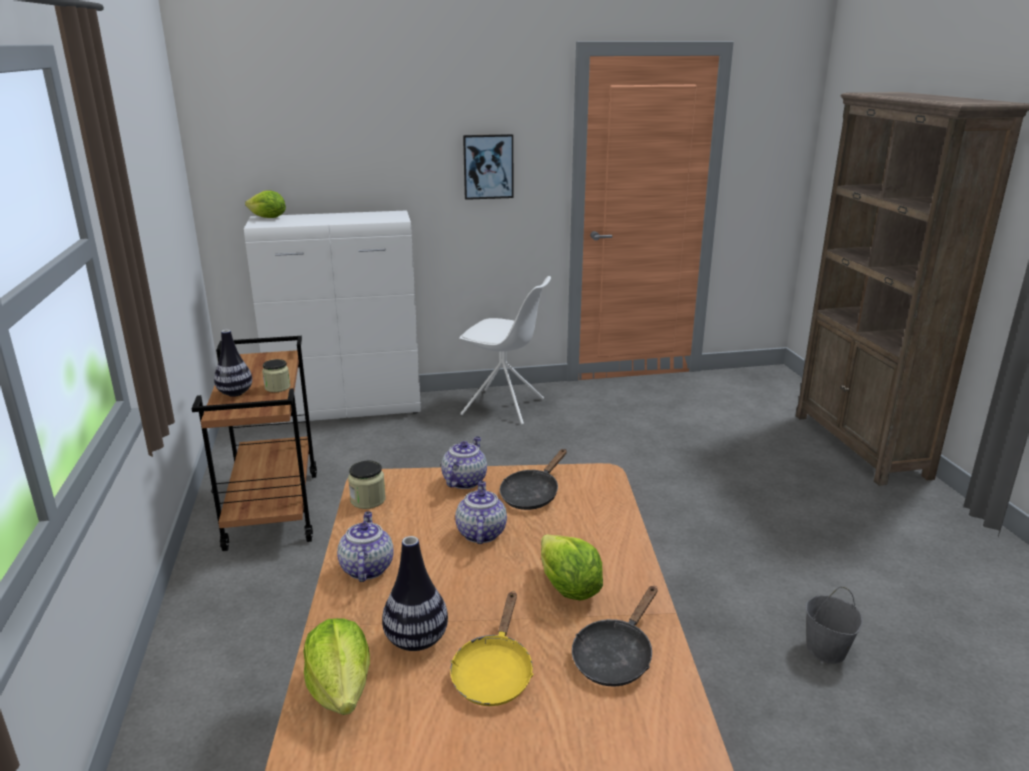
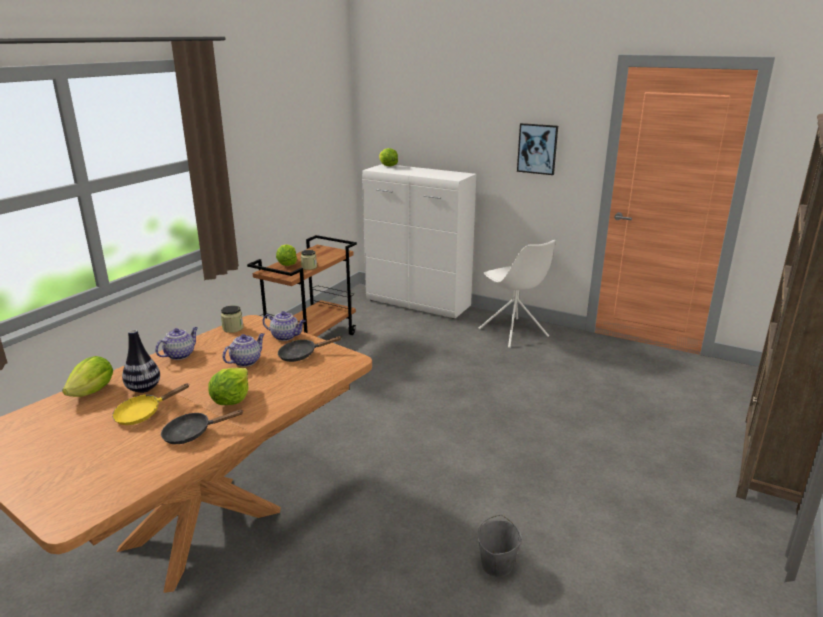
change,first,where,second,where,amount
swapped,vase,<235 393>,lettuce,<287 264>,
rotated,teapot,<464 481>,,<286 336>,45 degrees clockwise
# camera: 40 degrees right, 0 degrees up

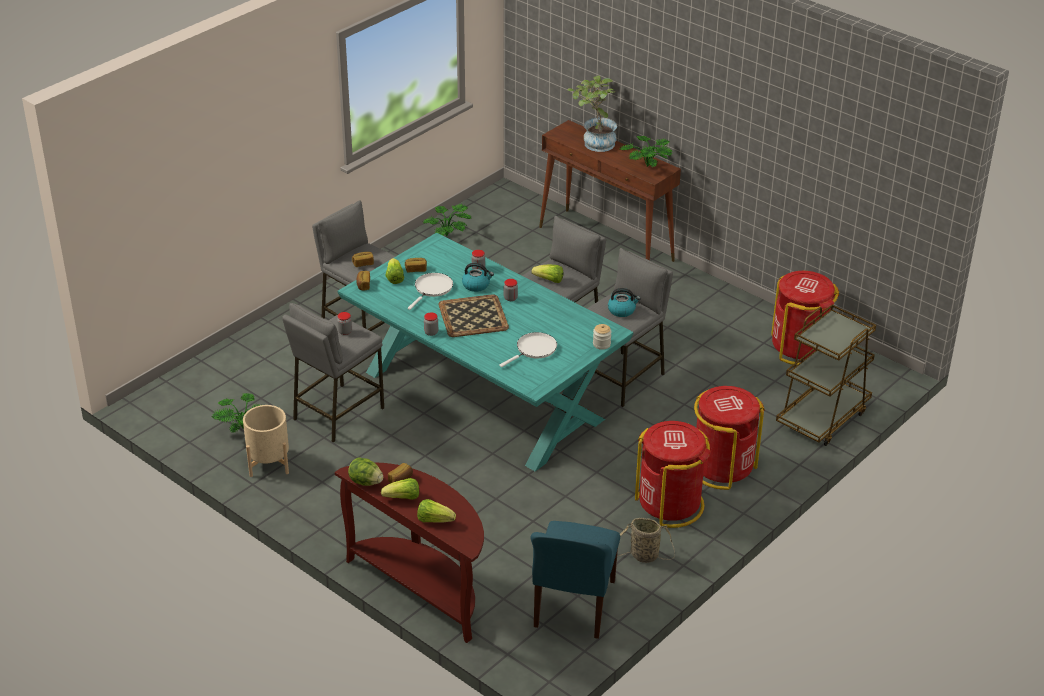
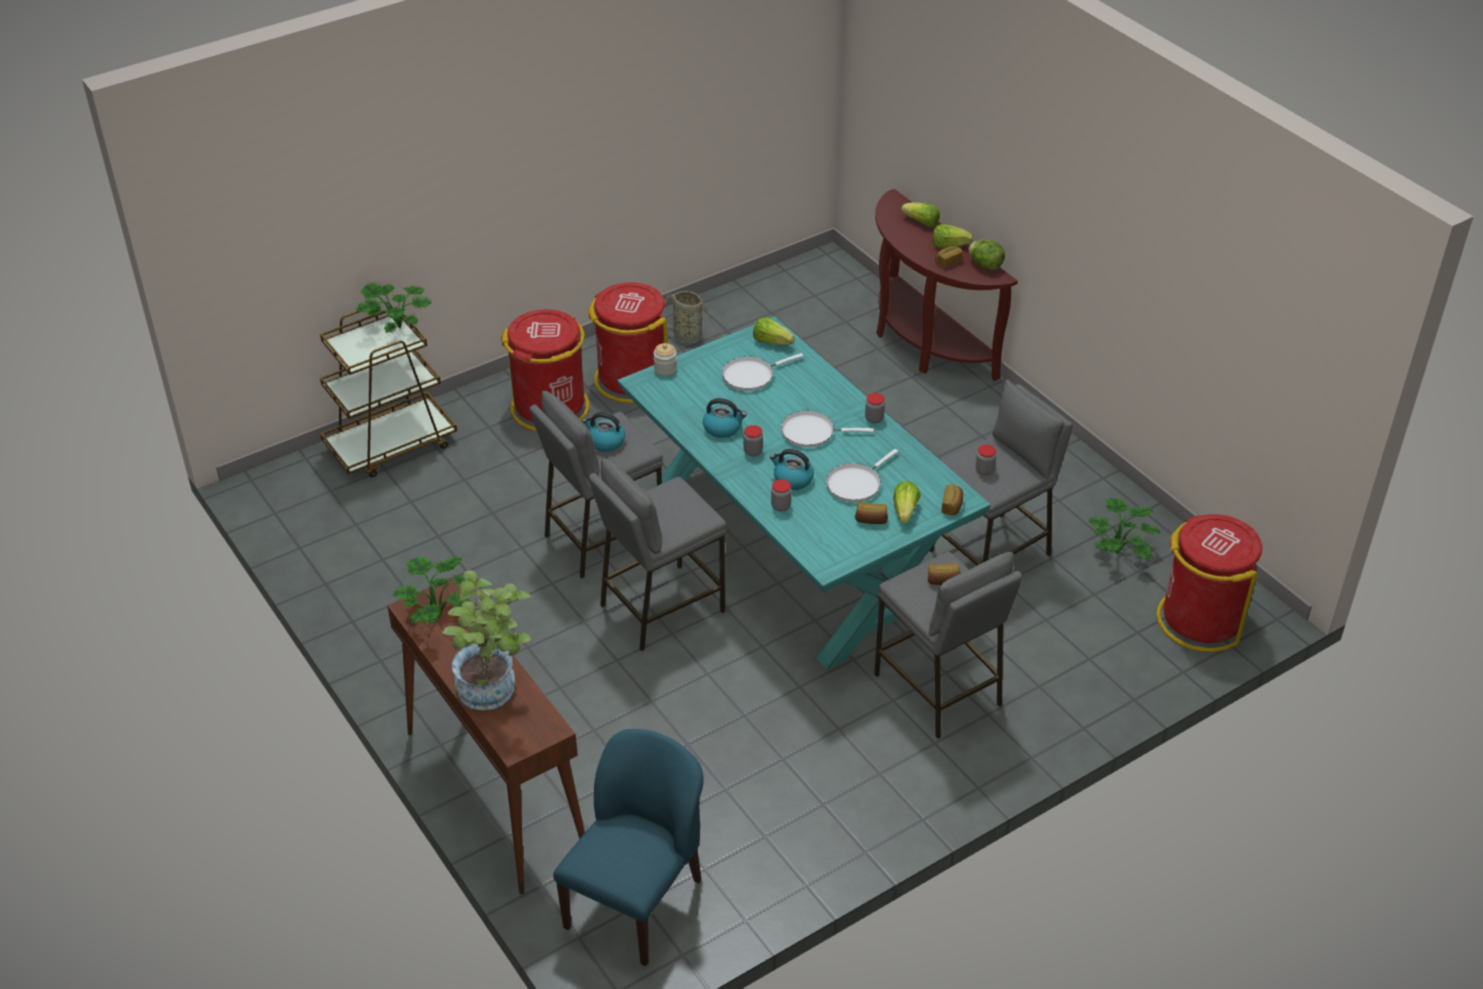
change,first,where,second,where,amount
gone,beige planter,<269 462>,,,
shifted,potted plant,<449 236>,,<396 326>,
swapped,tray,<474 316>,white frying pan,<811 432>,
shifted,lettuce,<549 280>,,<771 342>,
shifted,blue chair,<573 605>,,<635 902>,
shifted,red trash can,<799 347>,,<1200 620>,
new,,,kettle,<723 428>,
# camera: 165 degrees left, 5 degrees up

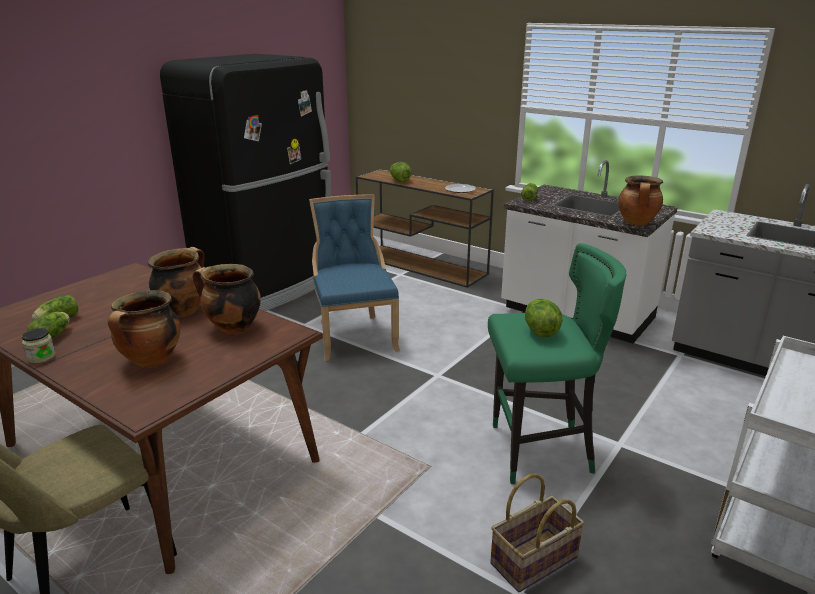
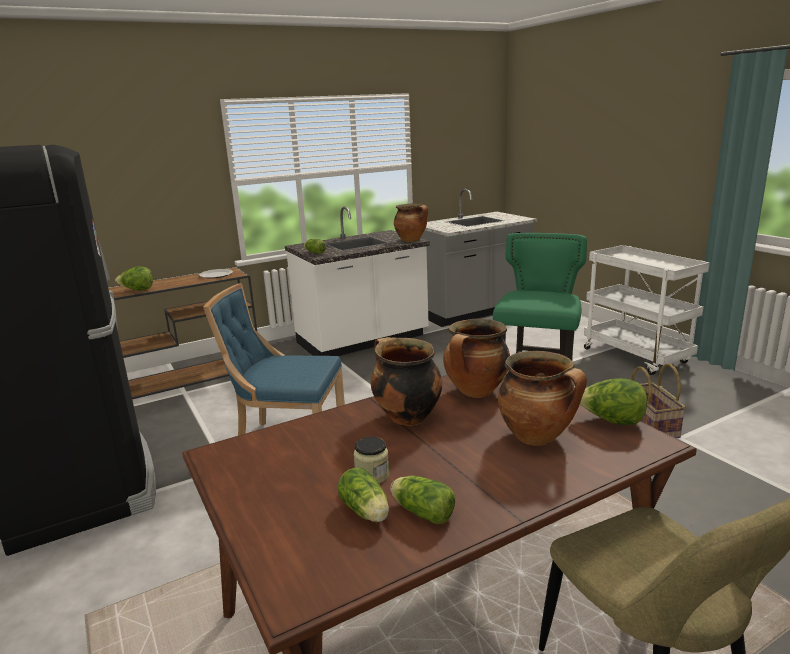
change,first,where,second,where,amount
shifted,jar,<41 357>,,<372 475>,
shifted,lettuce,<540 331>,,<611 421>,
# camera: 65 degrees left, 5 degrees down

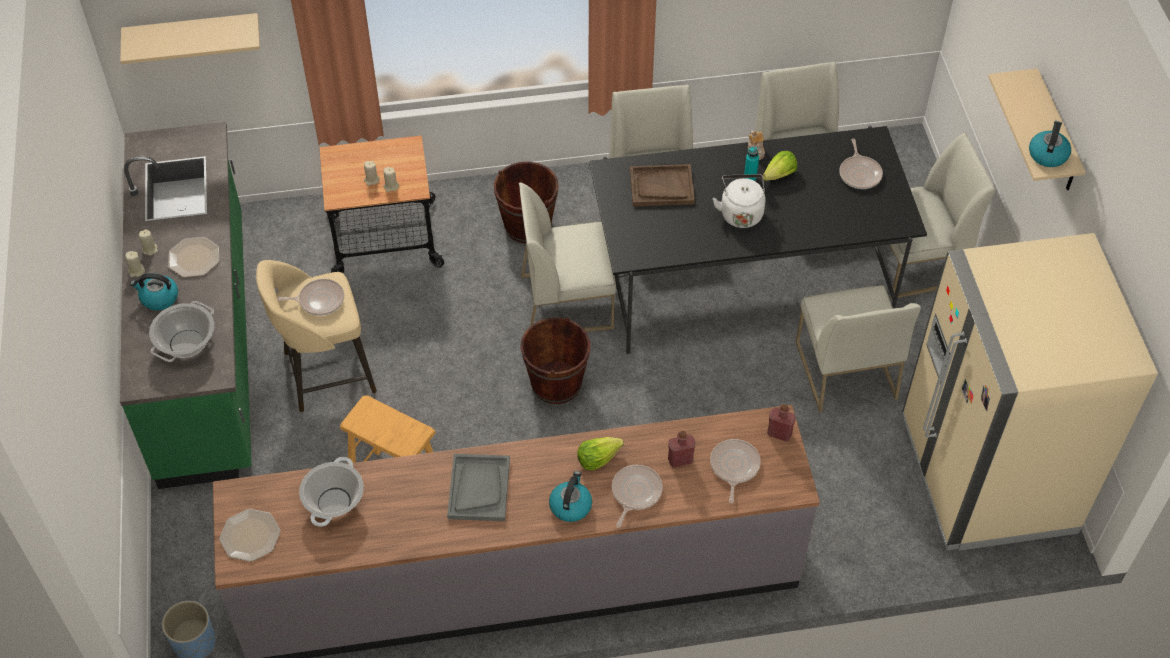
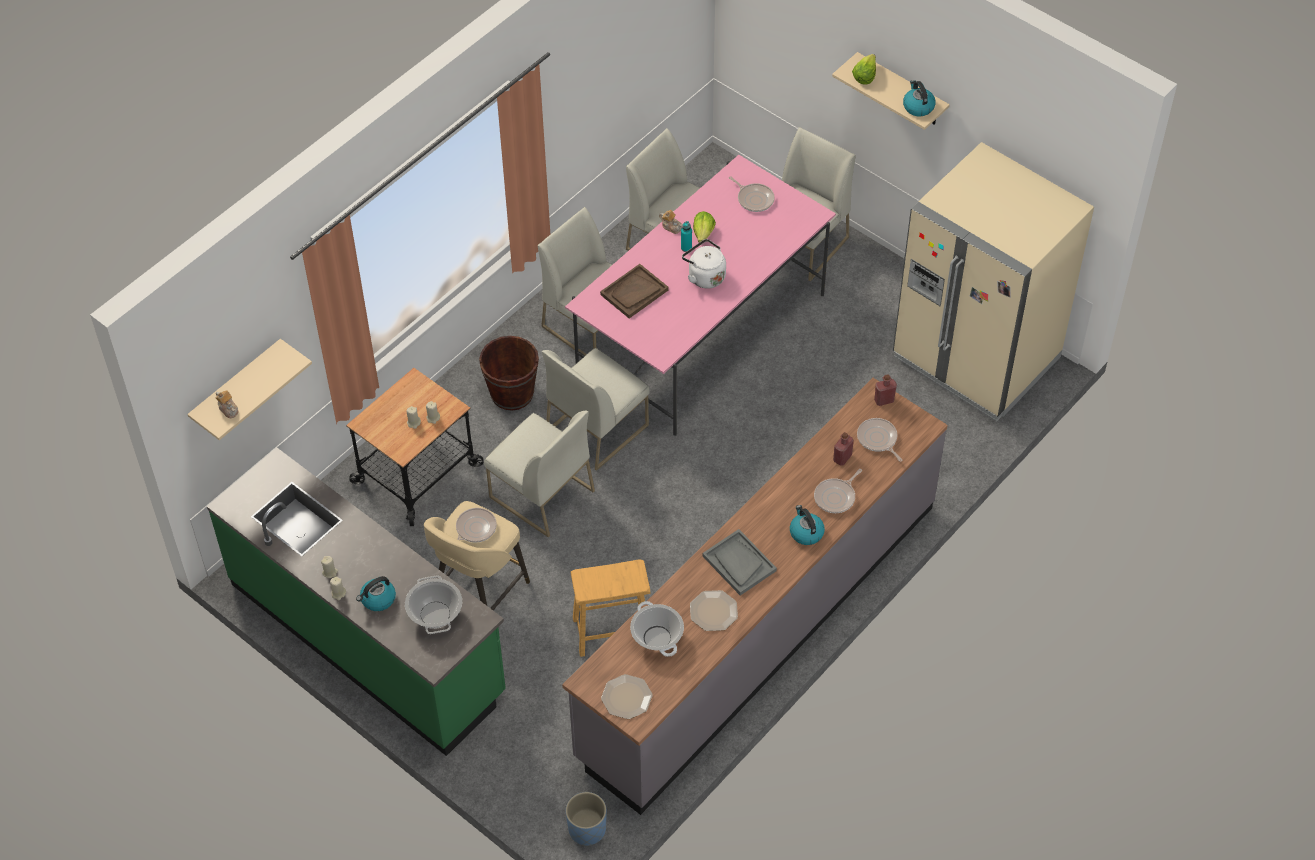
change,first,where,second,where,amount
shifted,plate,<193 258>,,<713 612>,
gone,brown bucket,<556 383>,,,
shifted,lettuce,<598 458>,,<864 76>,
repainted,black dining table,<744 278>,pink dining table,<701 331>,
rotated,frying pan,<635 493>,,<836 497>,120 degrees counterclockwise
shifted,white chair,<844 369>,,<540 494>,
new,,,teapot,<228 409>,
# camera: 40 degrees left, 0 degrees up

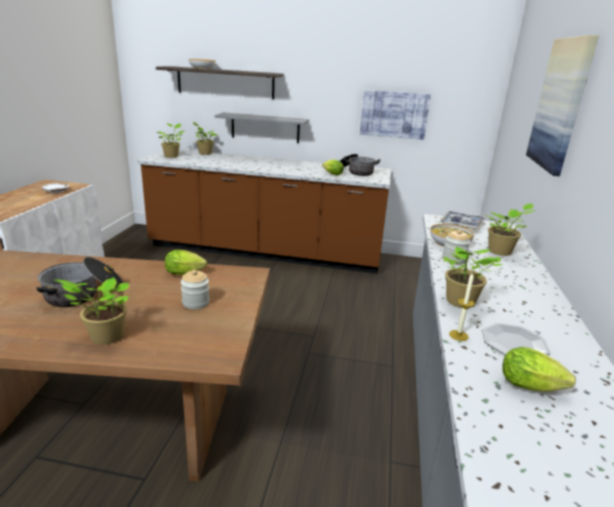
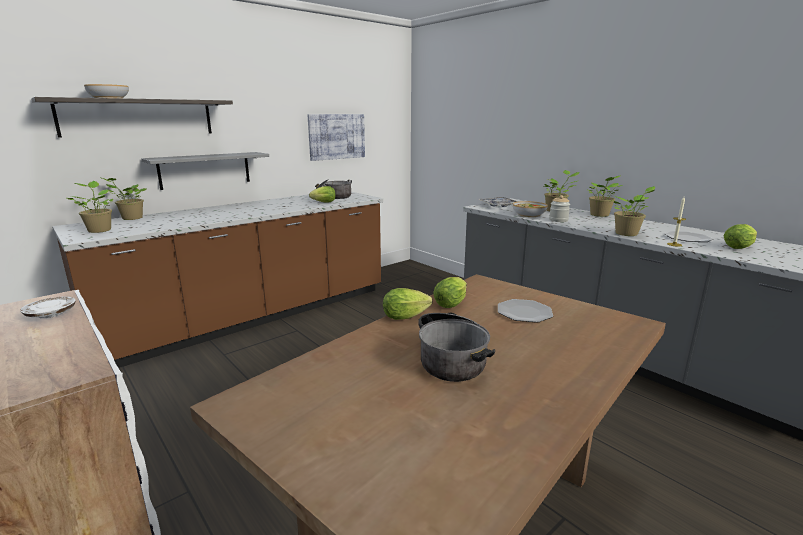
change,first,where,second,where,amount
shifted,potted plant,<104 337>,,<600 215>,
swapped,jar,<196 303>,plate,<524 312>,
gone,picture,<560 104>,,,
new,,,lettuce,<408 317>,
# camera: 50 degrees left, 5 degrees down

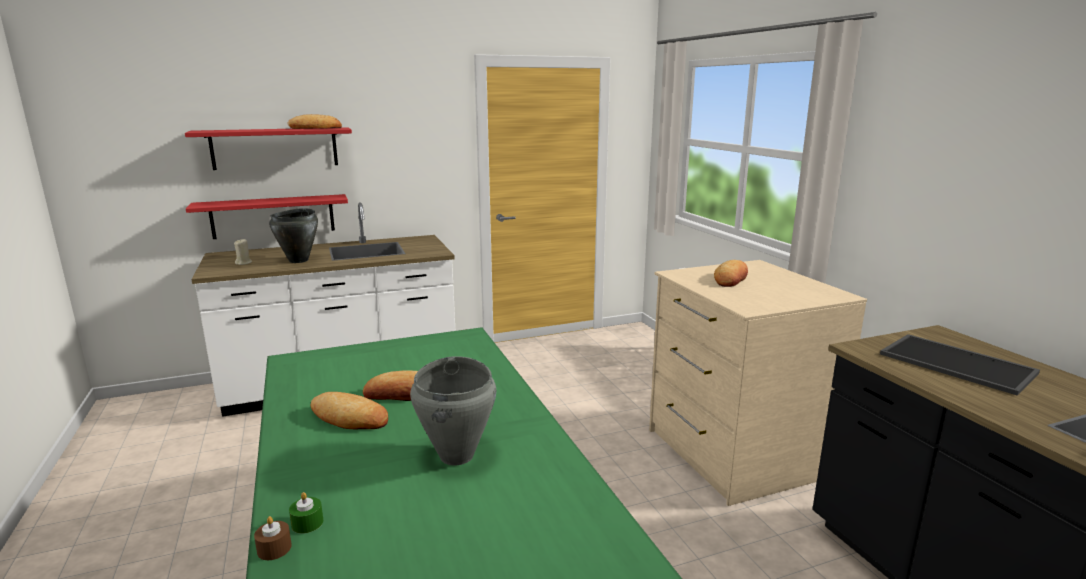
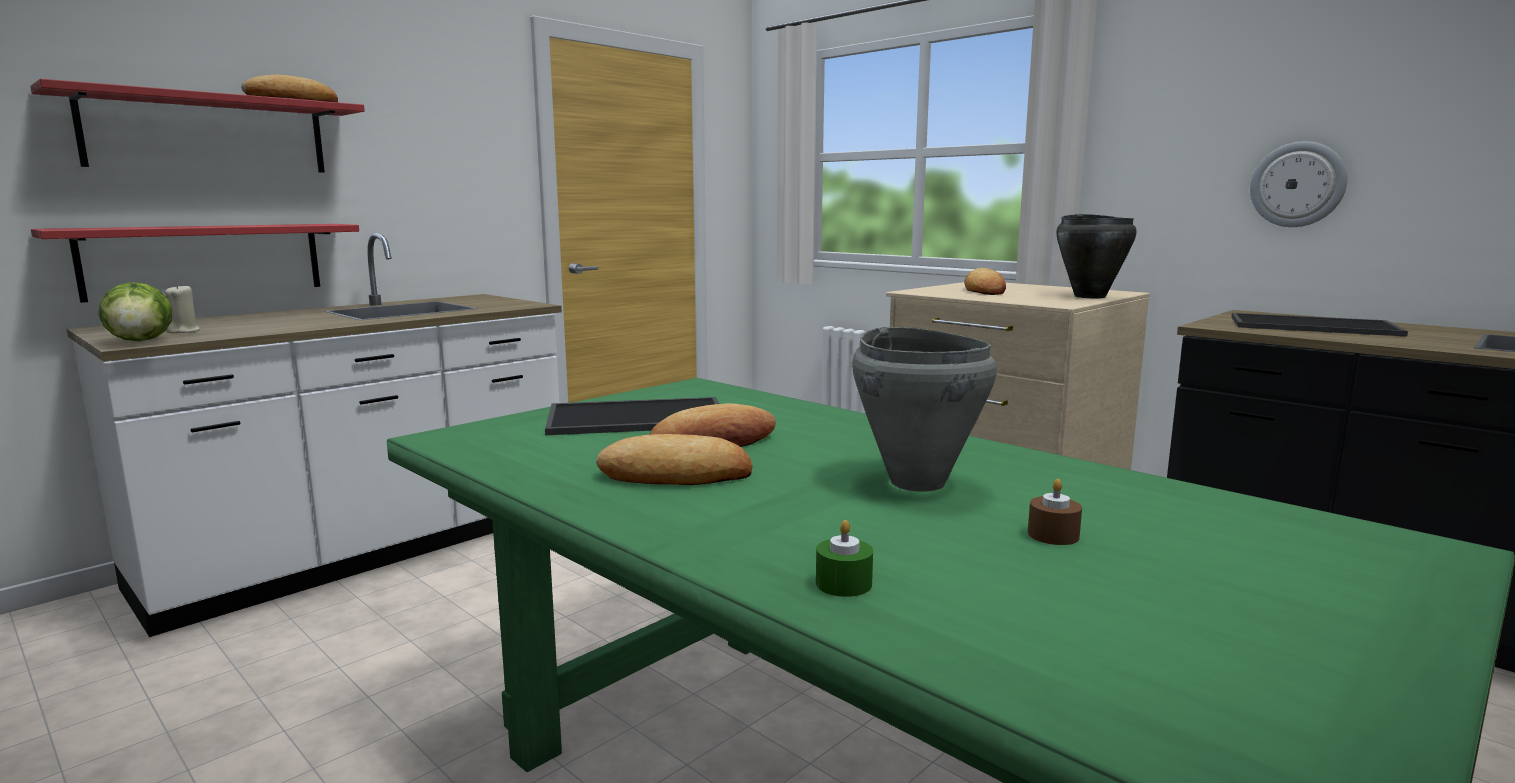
change,first,where,second,where,amount
shifted,brown candle,<274 548>,,<1053 535>,
shifted,black cooking pot,<299 260>,,<1090 296>,
new,,,lettuce,<140 341>,
new,,,tray,<635 418>,
new,,,wall clock,<1297 184>,
# camera: 25 degrees left, 5 degrees down

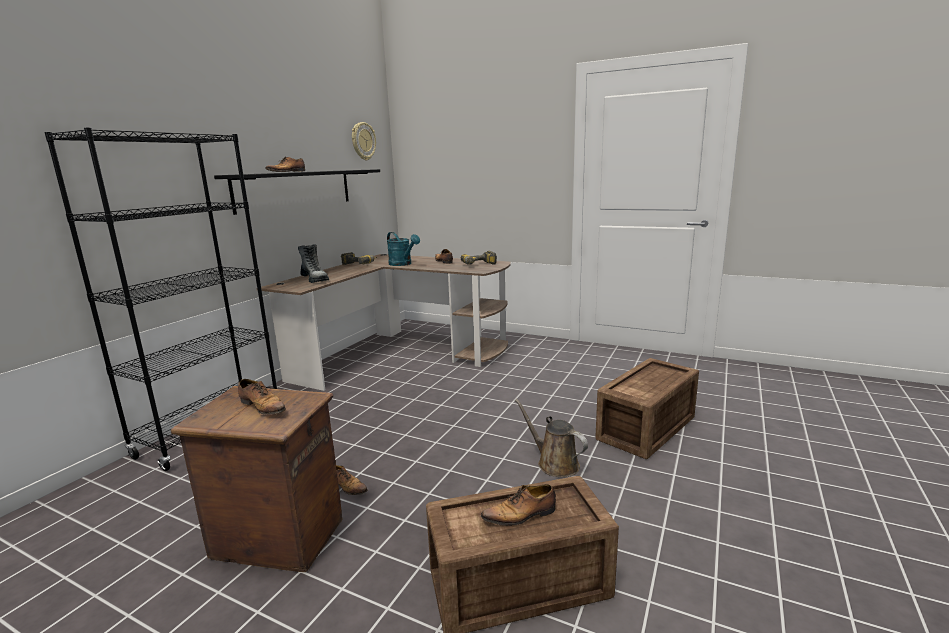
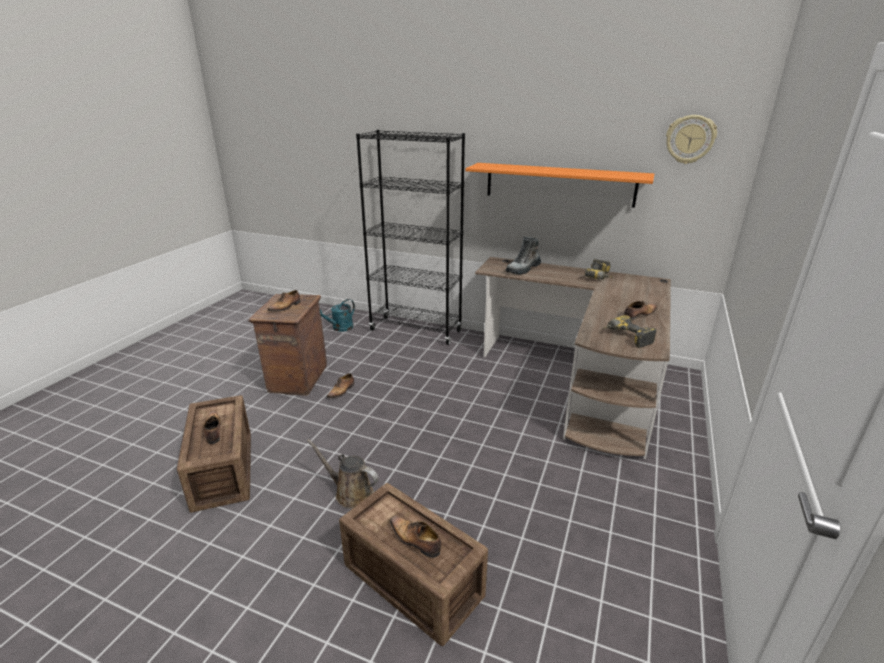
change,first,where,second,where,amount
repainted,black shelf,<295 189>,orange shelf,<559 184>,
shifted,shoe,<287 172>,,<415 540>,
shifted,turquoise watering can,<403 264>,,<339 328>,
rotated,brown watering can,<554 463>,,<350 493>,105 degrees counterclockwise
# camera: 85 degrees right, 10 degrees up

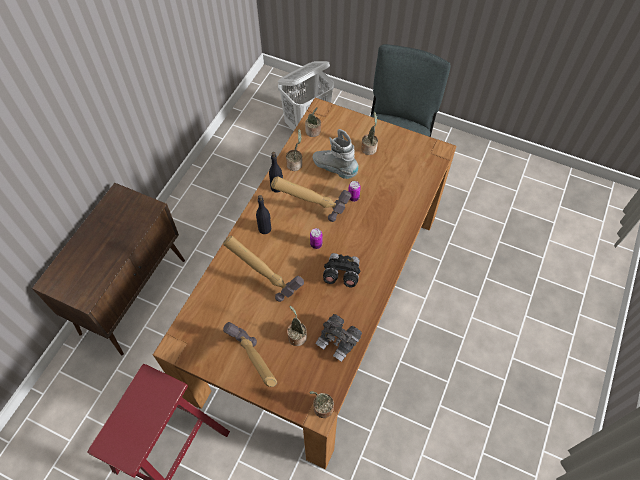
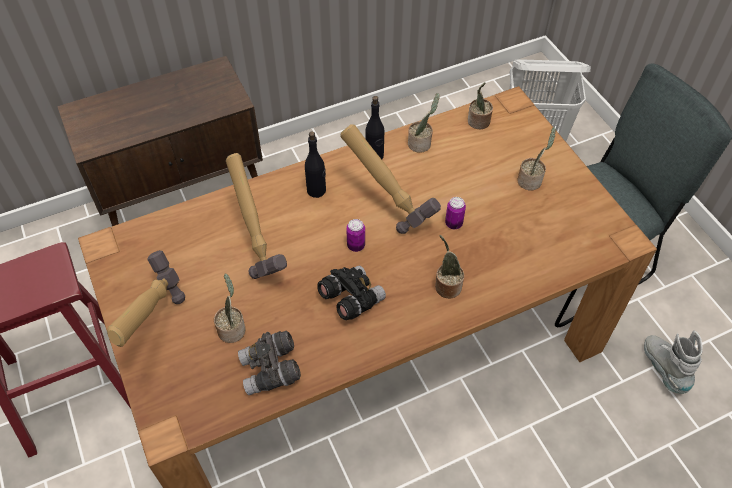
change,first,where,second,where,amount
shifted,potted plant,<321 408>,,<446 286>,
shifted,grey boot,<335 169>,,<664 369>,
# camera: 40 degrees right, 5 degrees down

